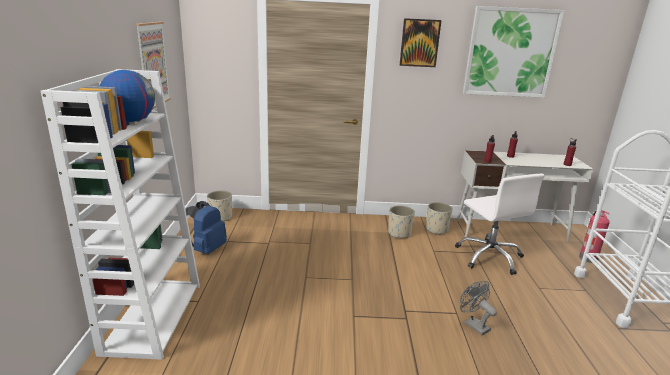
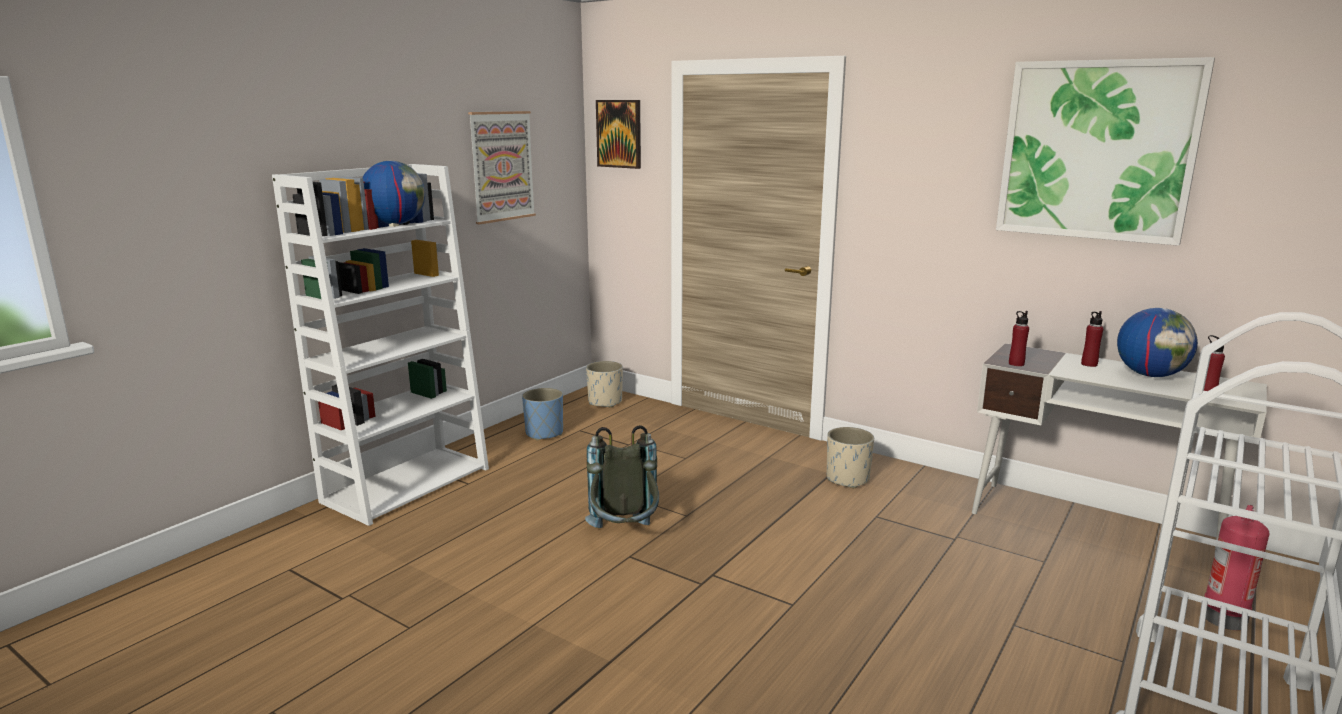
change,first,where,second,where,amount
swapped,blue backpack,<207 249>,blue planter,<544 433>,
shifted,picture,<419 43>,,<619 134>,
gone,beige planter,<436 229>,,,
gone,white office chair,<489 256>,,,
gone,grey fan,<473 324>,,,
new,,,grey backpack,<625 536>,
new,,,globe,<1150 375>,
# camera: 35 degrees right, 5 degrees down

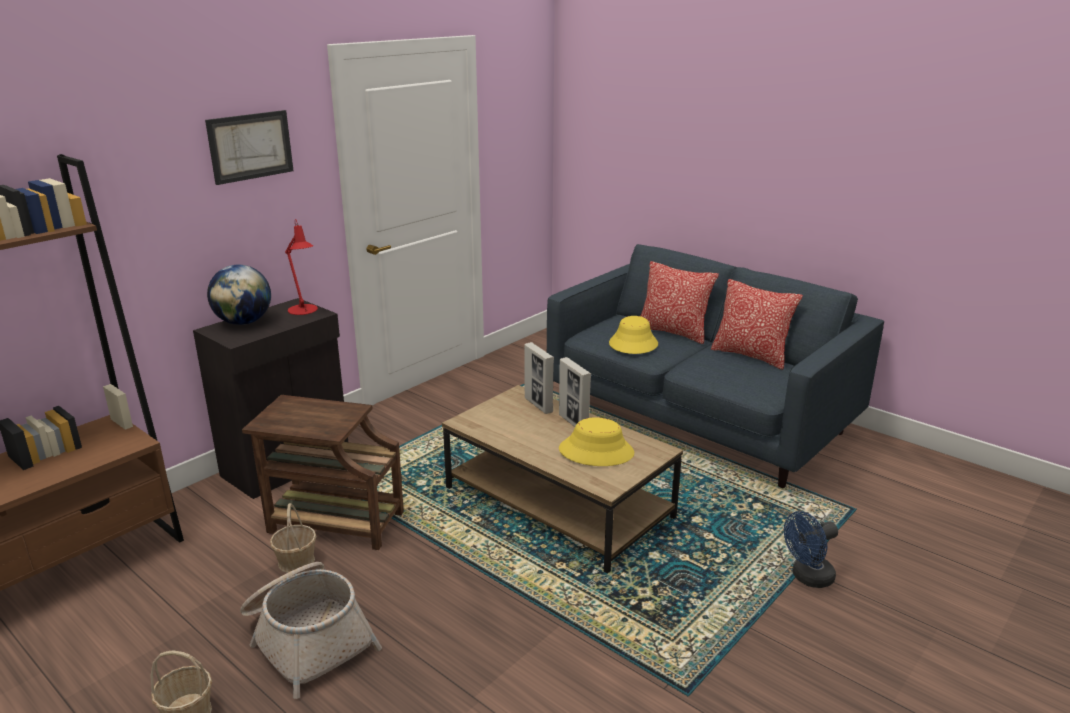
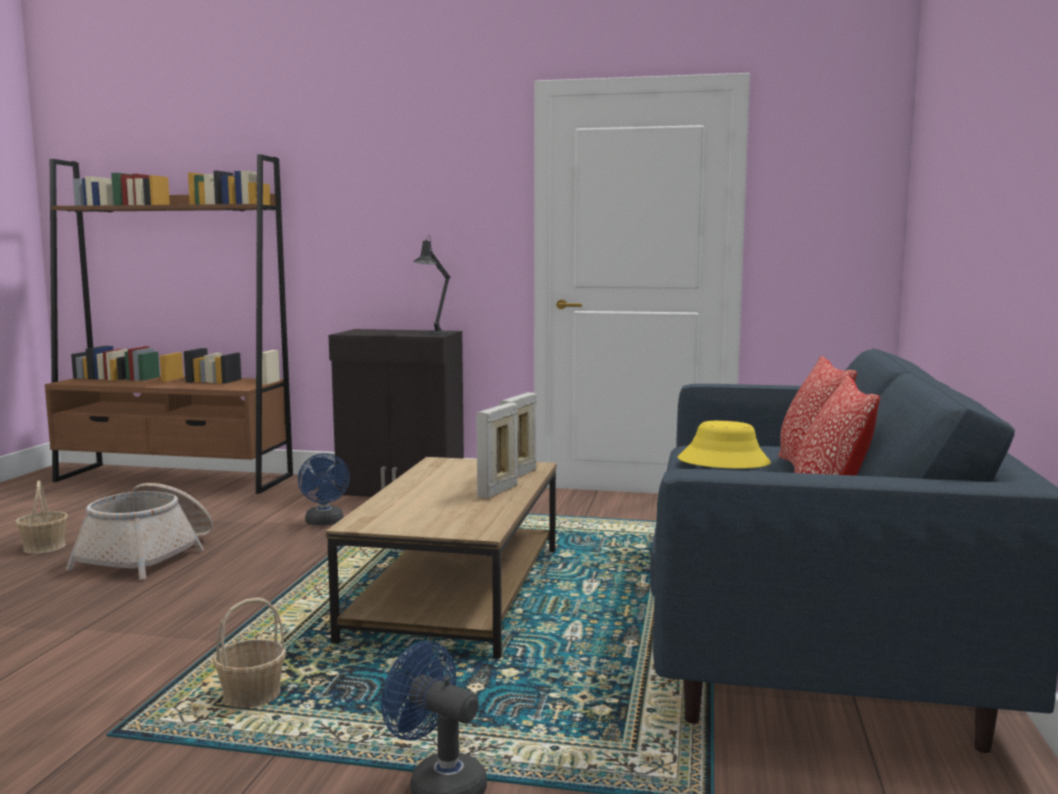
change,first,where,second,where,amount
gone,picture,<250 146>,,,
gone,globe,<244 322>,,,
swapped,brown side table,<332 522>,blue fan,<325 523>,
shifted,basket,<296 561>,,<251 696>,
repainted,red table lamp,<304 311>,black table lamp,<434 333>,
gone,yellow hat,<596 451>,,,
# camera: 60 degrees right, 15 degrees down

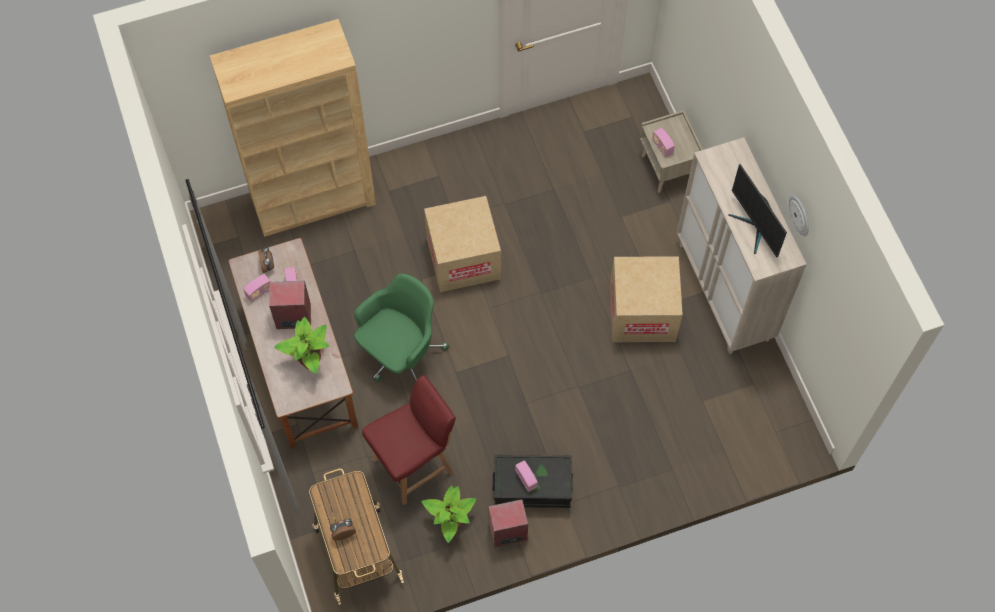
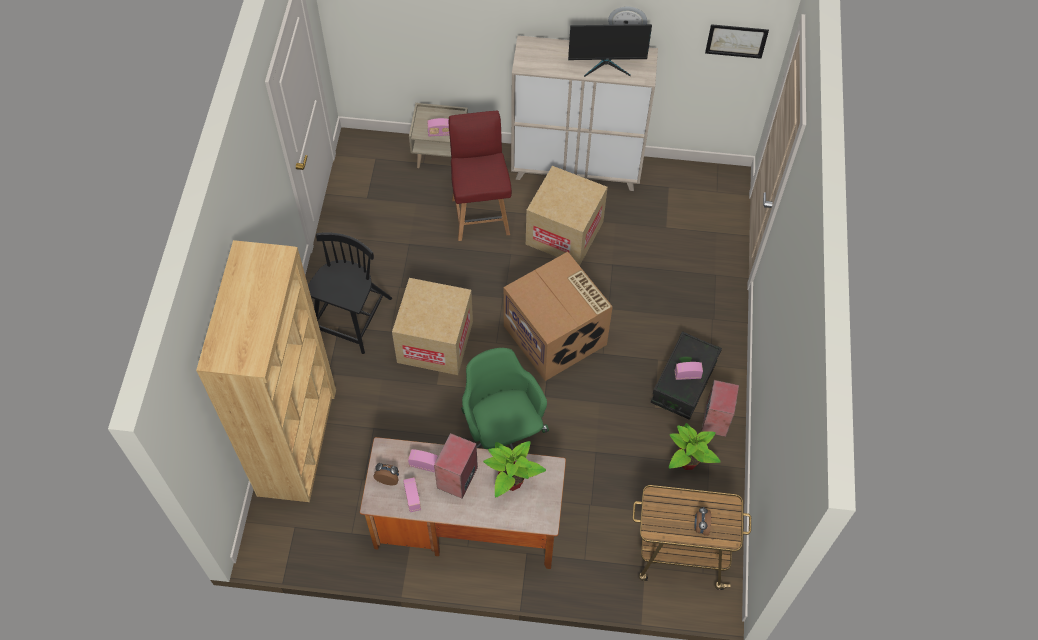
change,first,where,second,where,amount
shifted,red chair,<414 465>,,<480 215>,
new,,,black chair,<352 318>,
new,,,cardboard box,<556 335>,
new,,,picture,<736 41>,
# camera: 65 degrees left, 5 degrees down

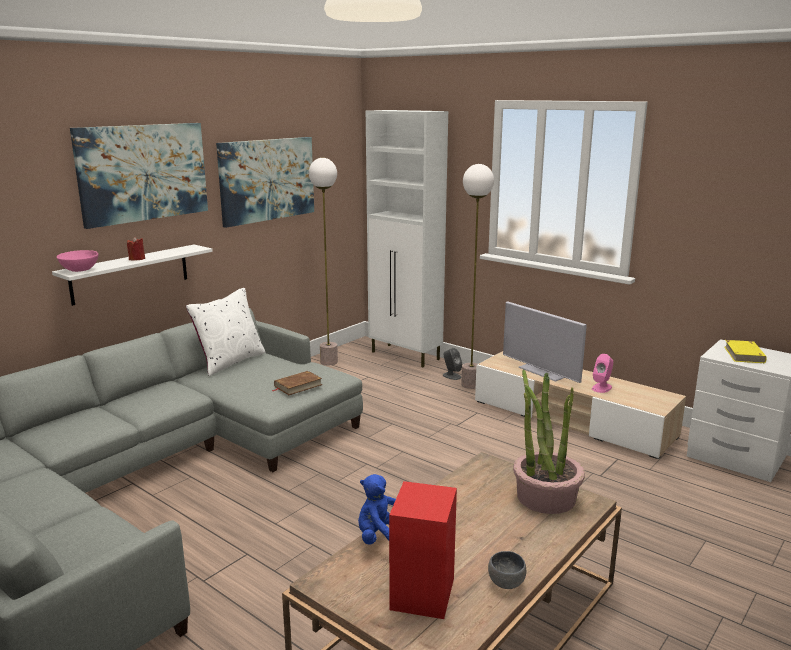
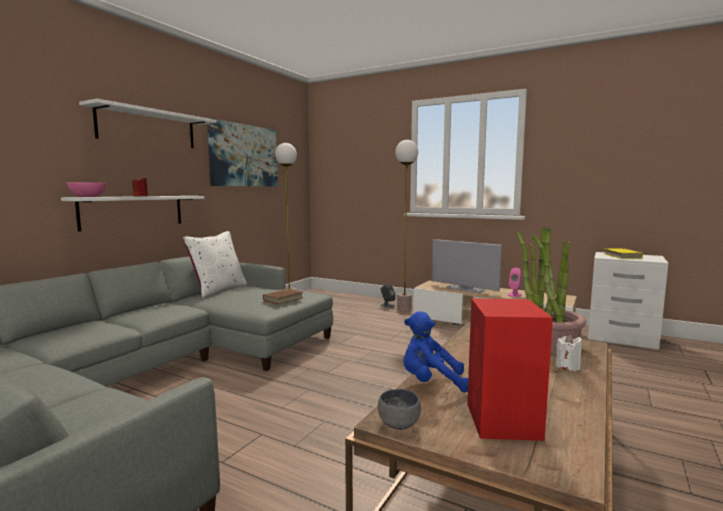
change,first,where,second,where,amount
swapped,picture,<143 172>,white shelf,<148 128>,
gone,white cabinet,<406 356>,,,
shifted,grey bowl,<506 584>,,<399 425>,
new,,,white candle,<567 366>,
# camera: 10 degrees left, 10 degrees down

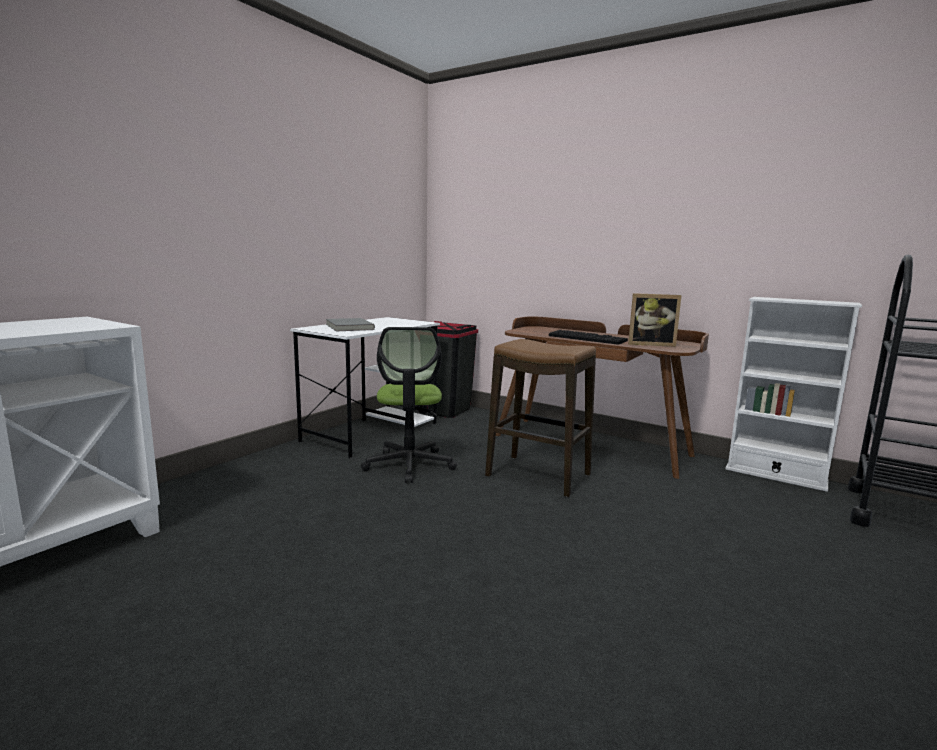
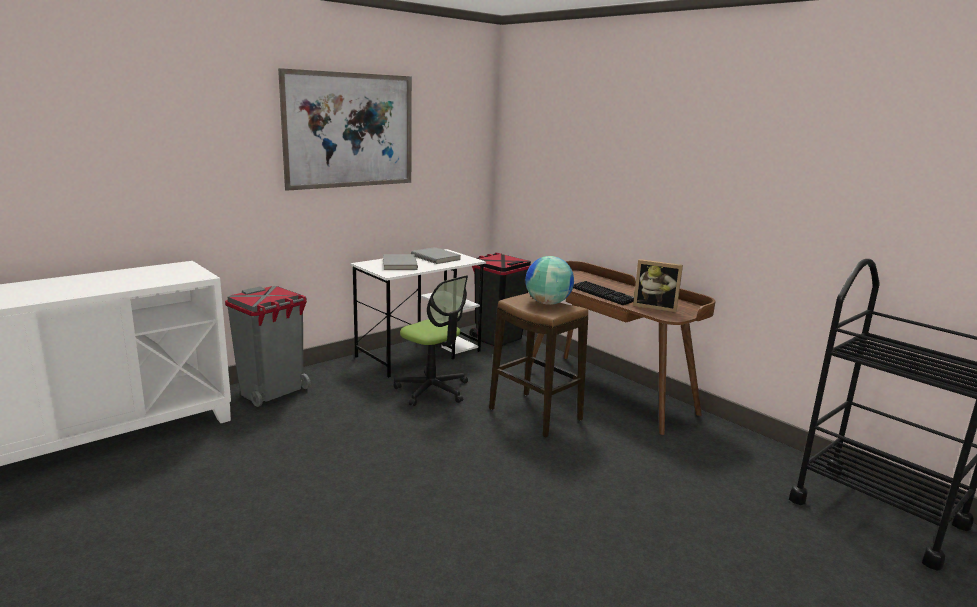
change,first,where,second,where,amount
rotated,office chair,<409 465>,,<432 390>,60 degrees counterclockwise
gone,white bookcase,<775 475>,,,
new,,,grey trash can,<273 392>,
new,,,picture,<350 130>,
new,,,grey book,<436 257>,
new,,,globe,<547 303>,
# camera: 15 degrees right, 5 degrees up

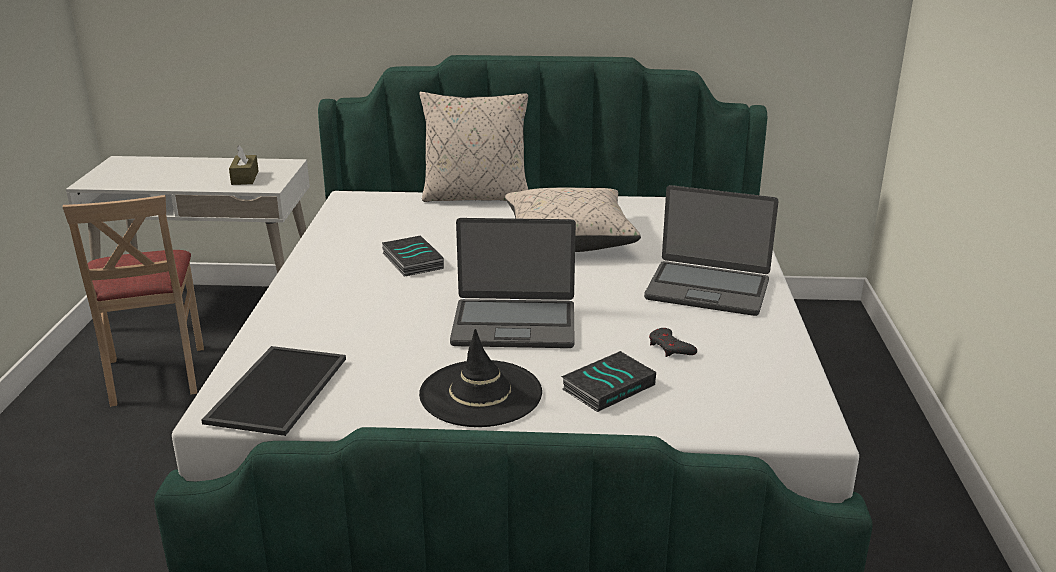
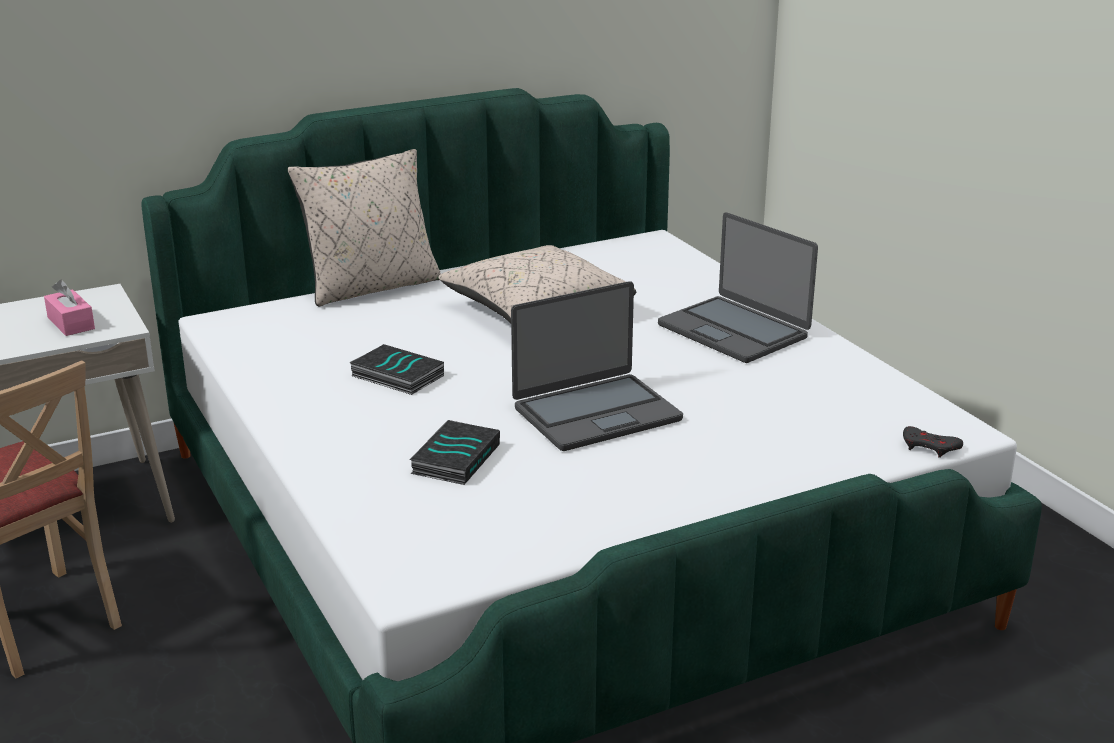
change,first,where,second,where,amount
gone,tray,<276 388>,,,
repainted,brown tissue box,<245 177>,pink tissue box,<71 323>,
gone,black hat,<481 394>,,,
shifted,book,<608 386>,,<455 458>,
rotated,laptop,<707 289>,,<734 331>,60 degrees clockwise
shifted,grey game controller,<670 347>,,<929 447>,
# camera: 30 degrees left, 0 degrees up

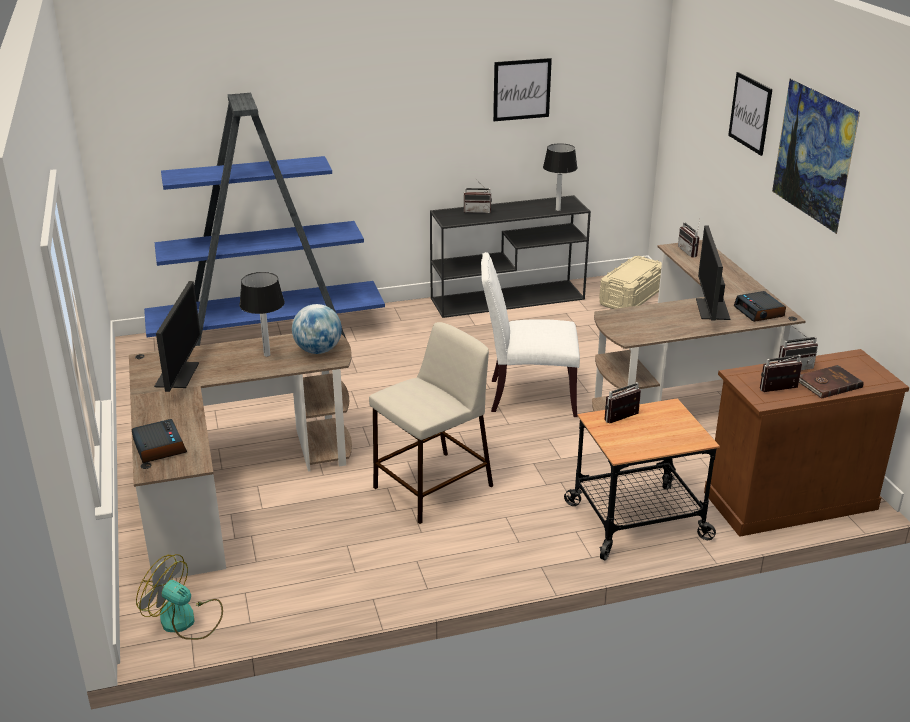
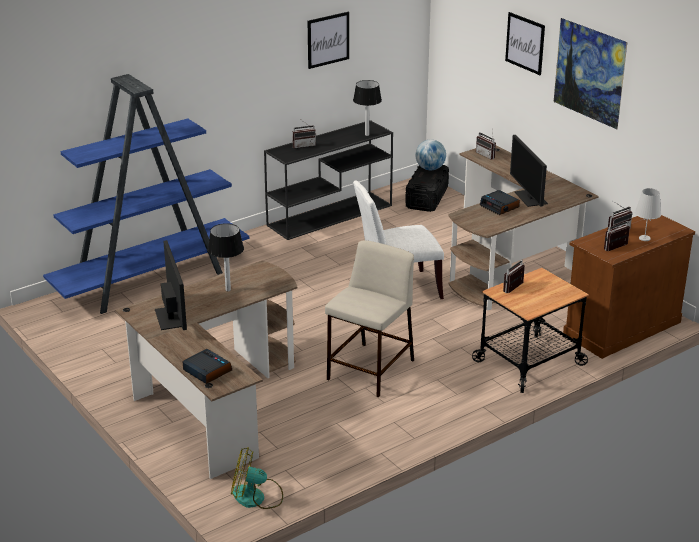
change,first,where,second,where,amount
shifted,globe,<318 350>,,<430 169>,
repainted,beige storage box,<631 297>,black storage box,<427 198>,
shifted,alarm clock,<759 312>,,<500 206>,
swapped,brown book,<827 384>,white table lamp,<644 238>,
# camera: 20 degrees left, 0 degrees up

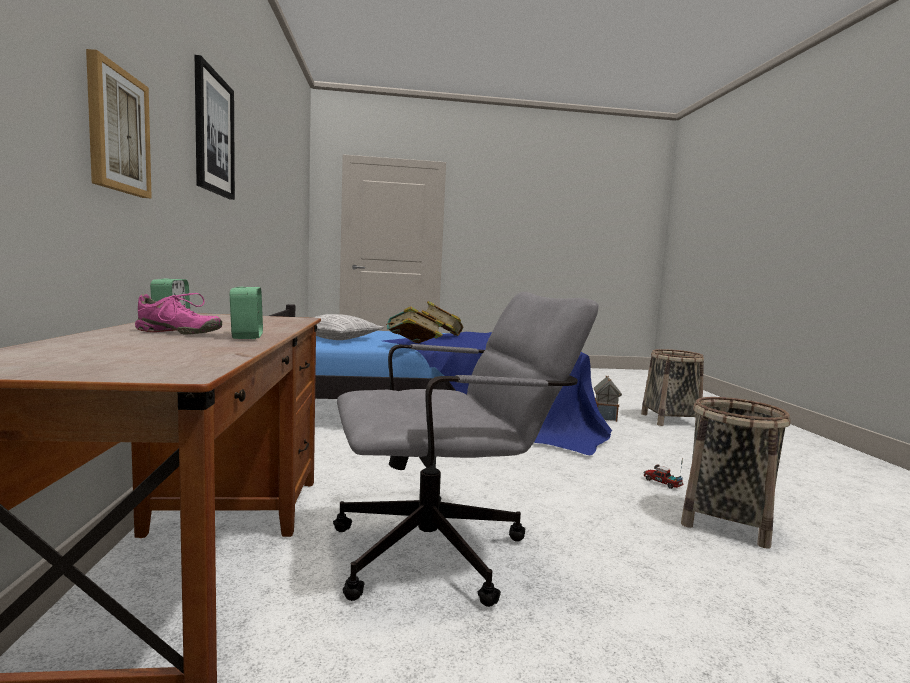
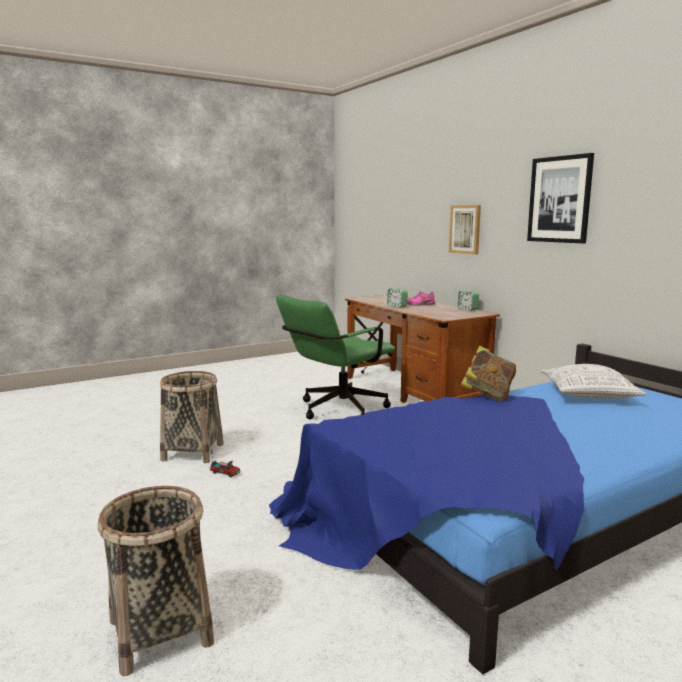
change,first,where,second,where,amount
repainted,grey office chair,<447 550>,green office chair,<336 411>,
gone,book,<442 336>,,,
gone,toy house,<604 417>,,,
# camera: 155 degrees right, 5 degrees up

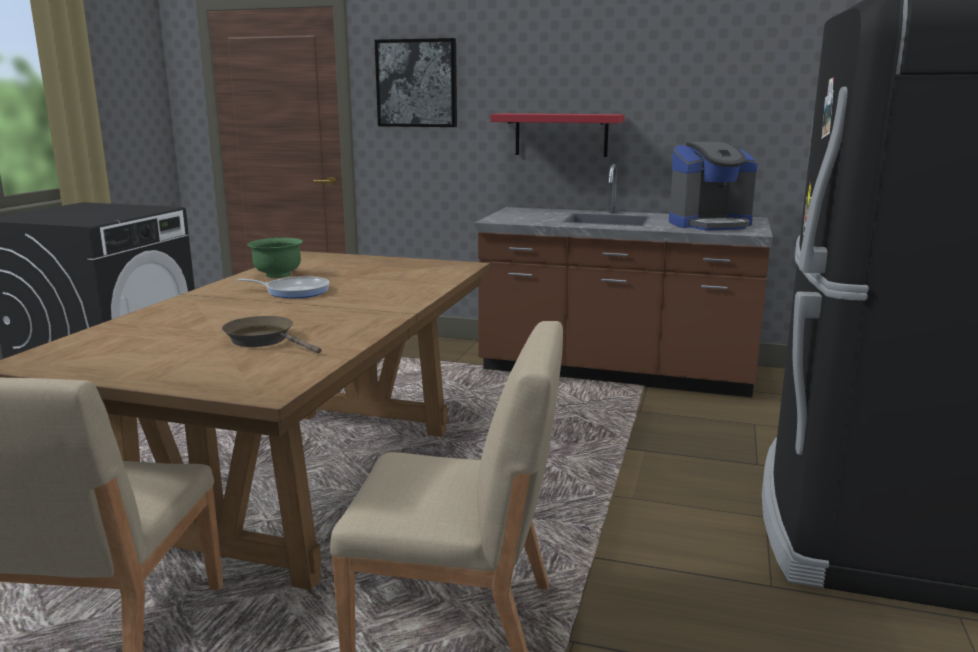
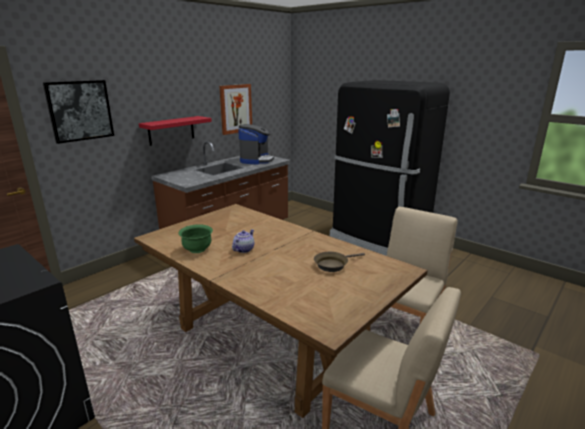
change,first,where,second,where,amount
swapped,frying pan,<294 291>,teapot,<243 249>,
new,,,picture,<235 109>,
# camera: 65 degrees left, 5 degrees up

